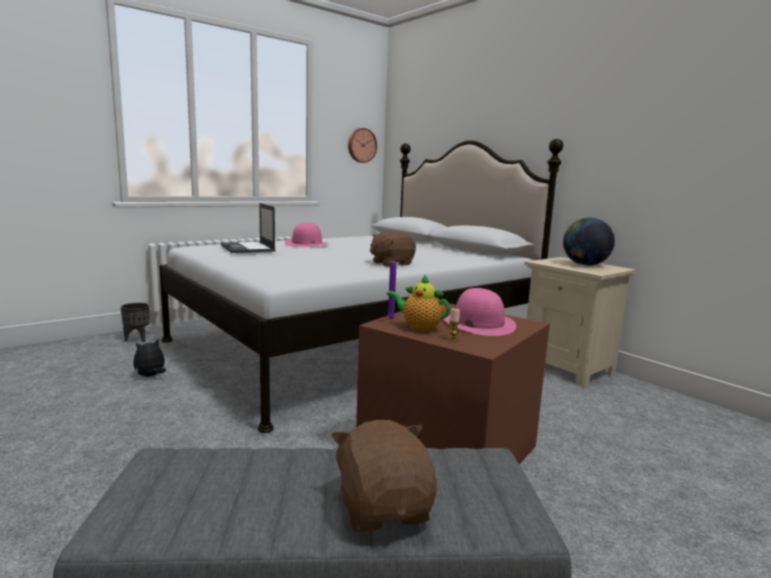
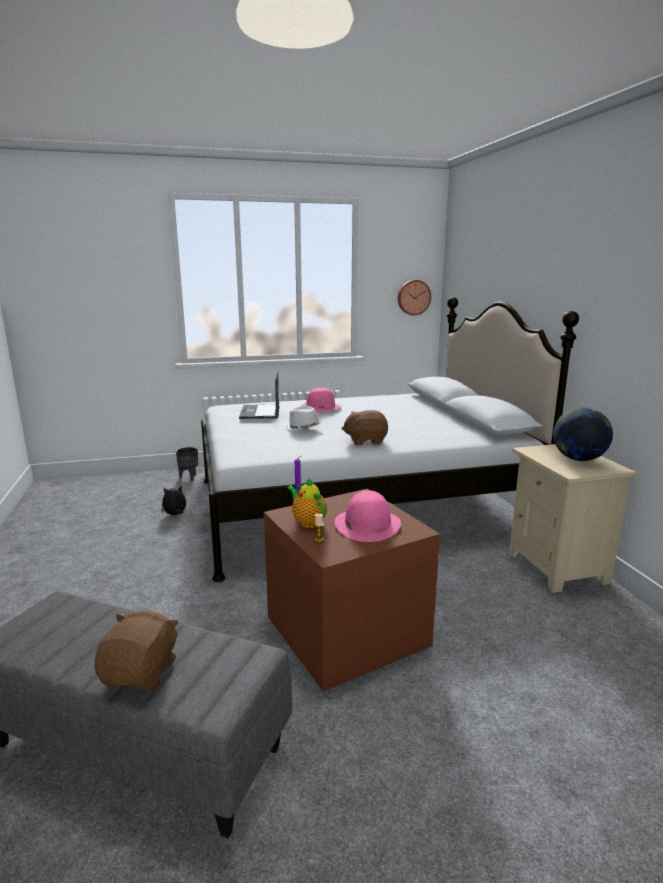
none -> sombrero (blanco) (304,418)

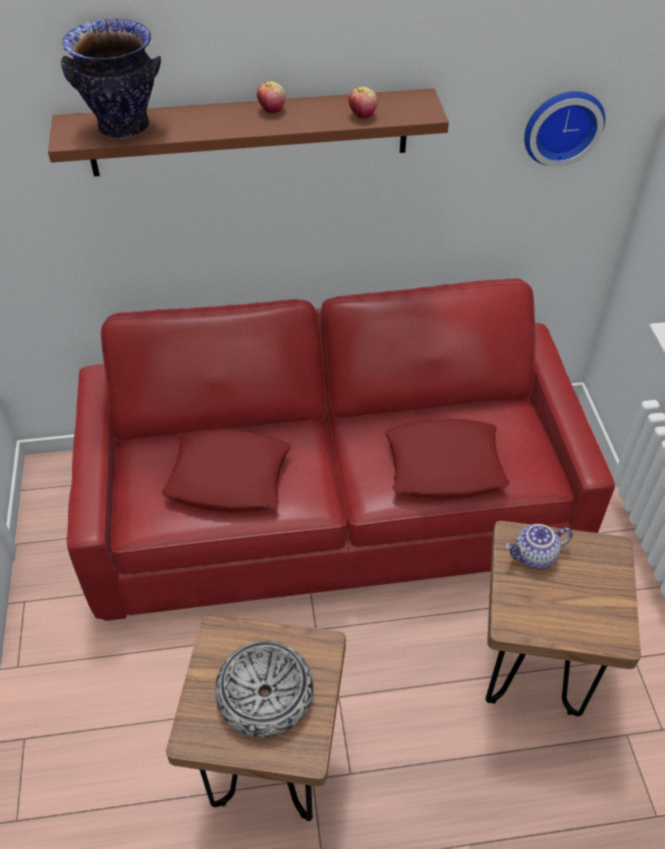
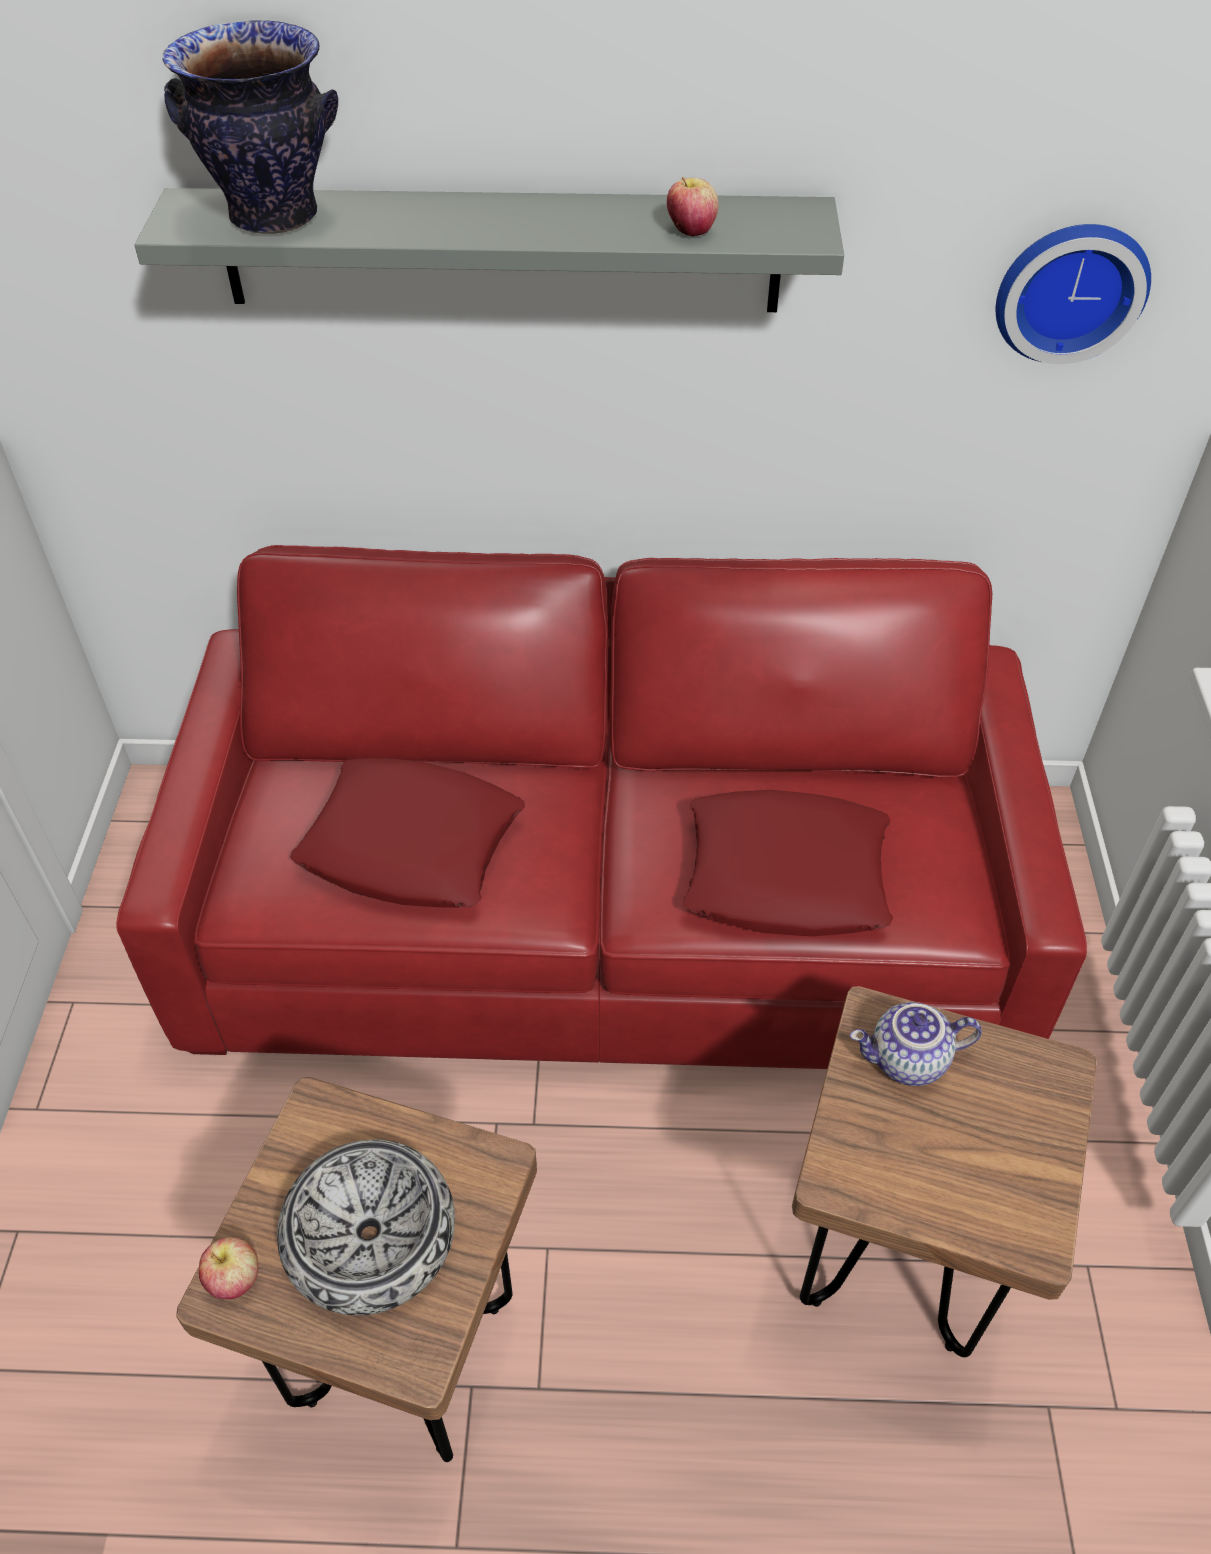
estante (marrón) (248,132) -> estante (gris) (489,250)
manzana (271,97) -> manzana (228,1268), relocated

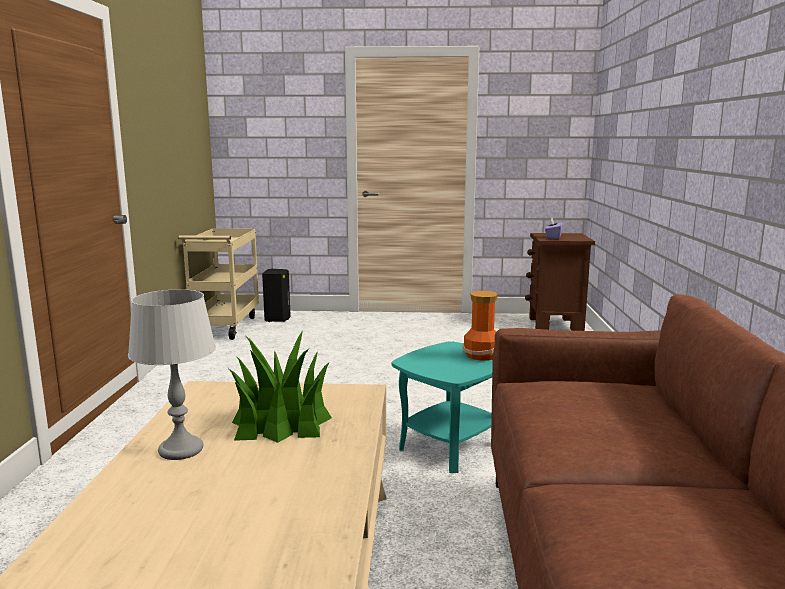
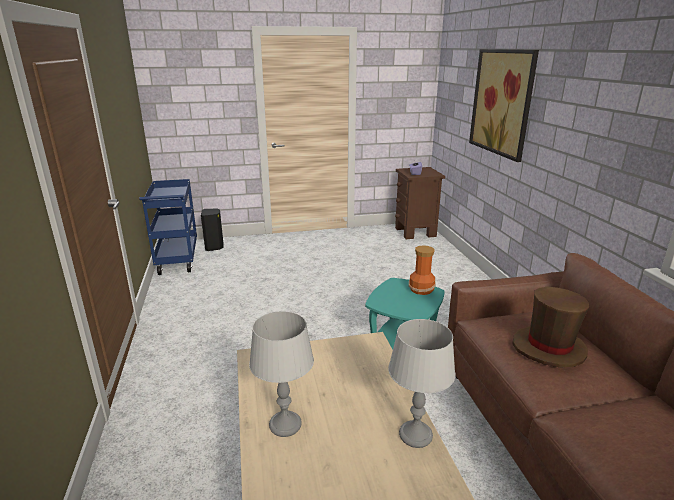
carrito (beis) (218,284) -> carrito (azul) (168,227)
none -> lámpara de mesa (gris) (421,383)
none -> cuadro (504,105)
none -> sombrero (marrón) (551,327)
planta en maceta (280,386) -> none

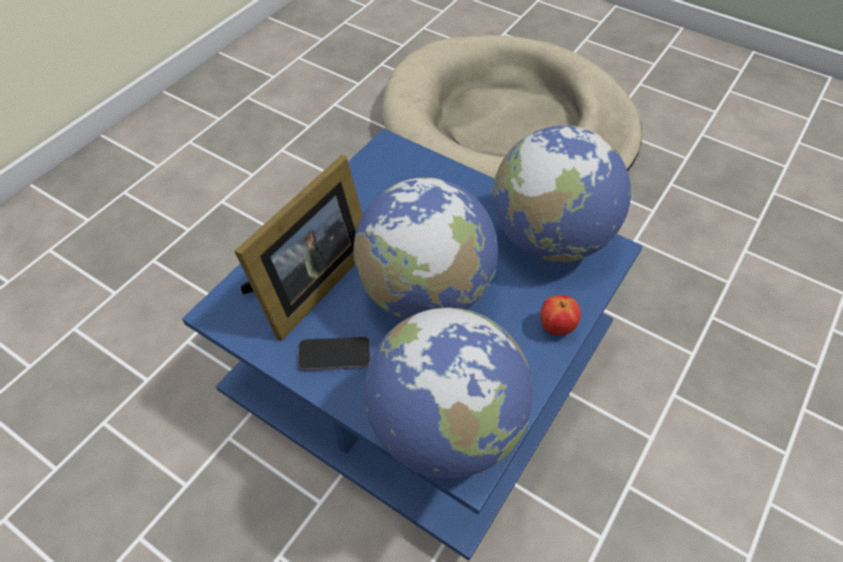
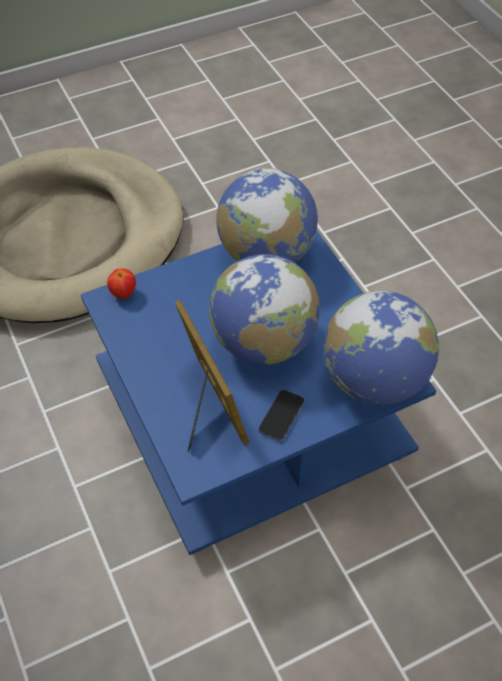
manzana (561,315) -> manzana (121,283), relocated

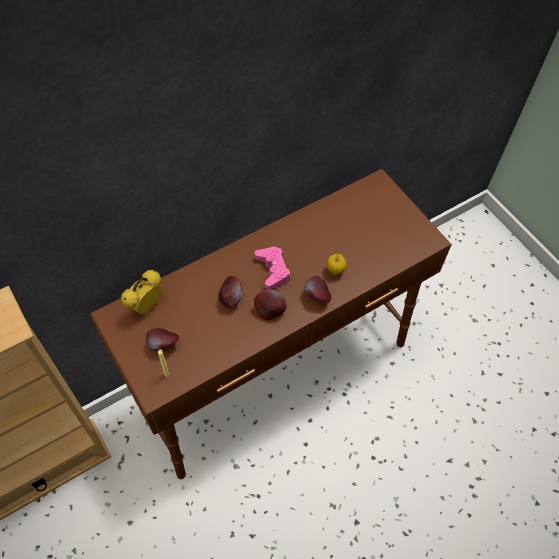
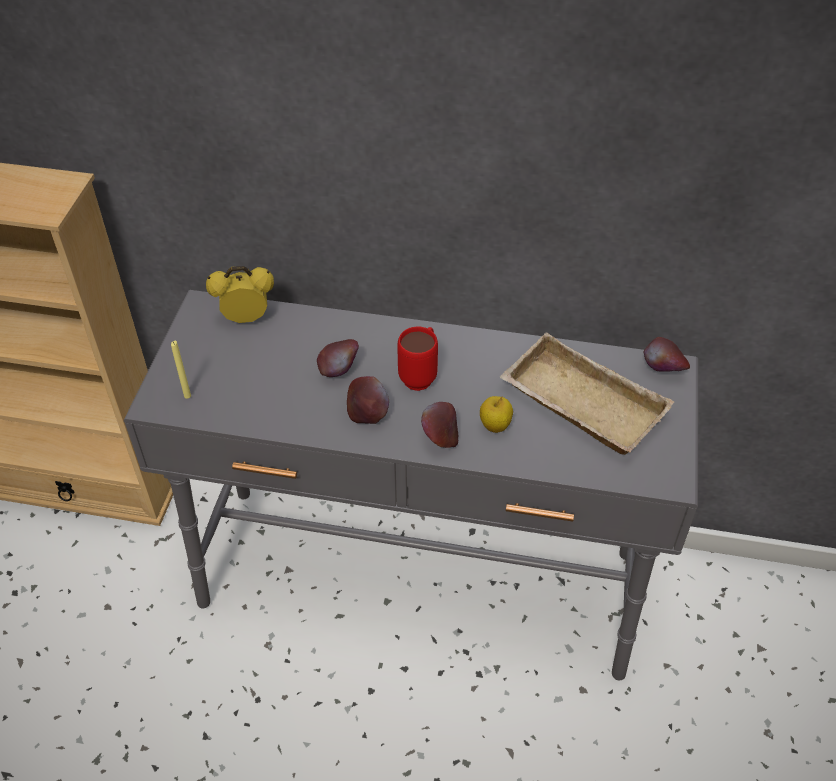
mesa consola (marrón) (271,324) -> mesa consola (gris) (411,485)
mando de consola (rosa) (273,268) -> taza grande (rojo) (418,359)
none -> bandeja (beis) (586,394)
manzana (162,339) -> manzana (667,354), relocated

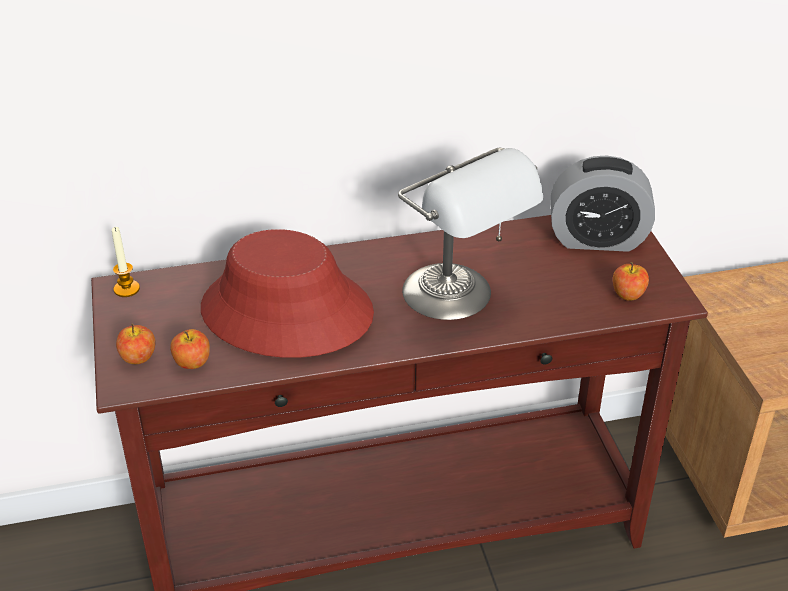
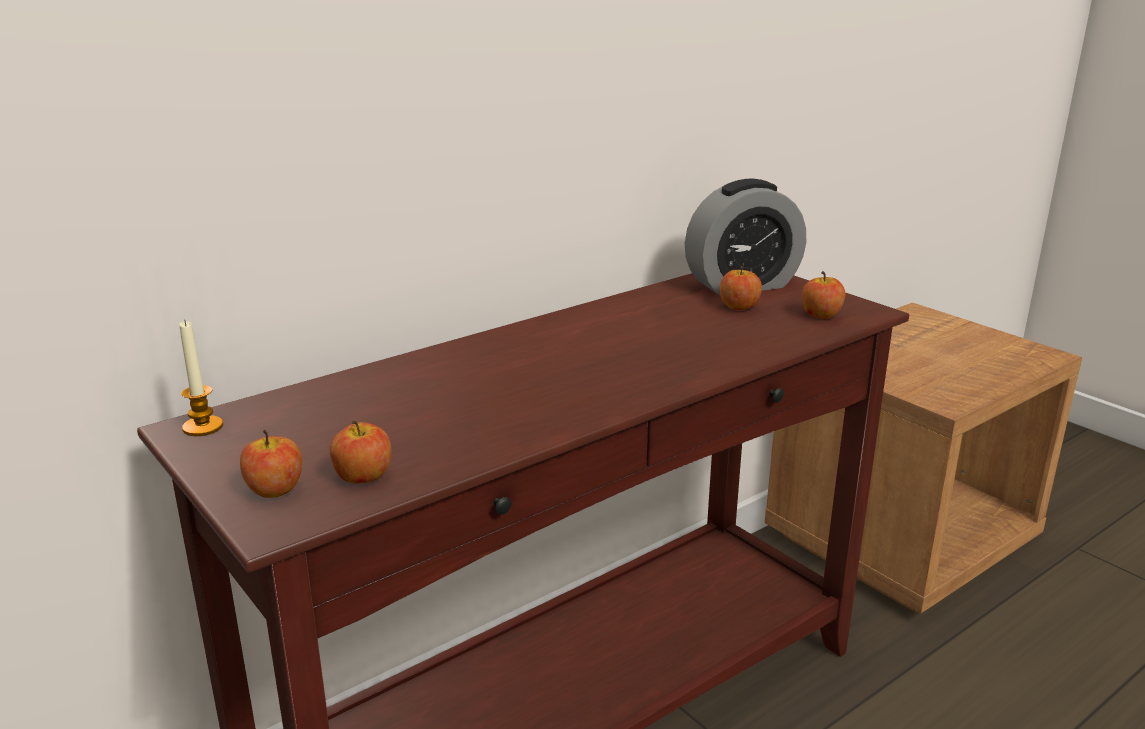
none -> manzana (741,286)
sombrero (rojo) (287,293) -> none
lámpara de mesa (blanco) (470,234) -> none

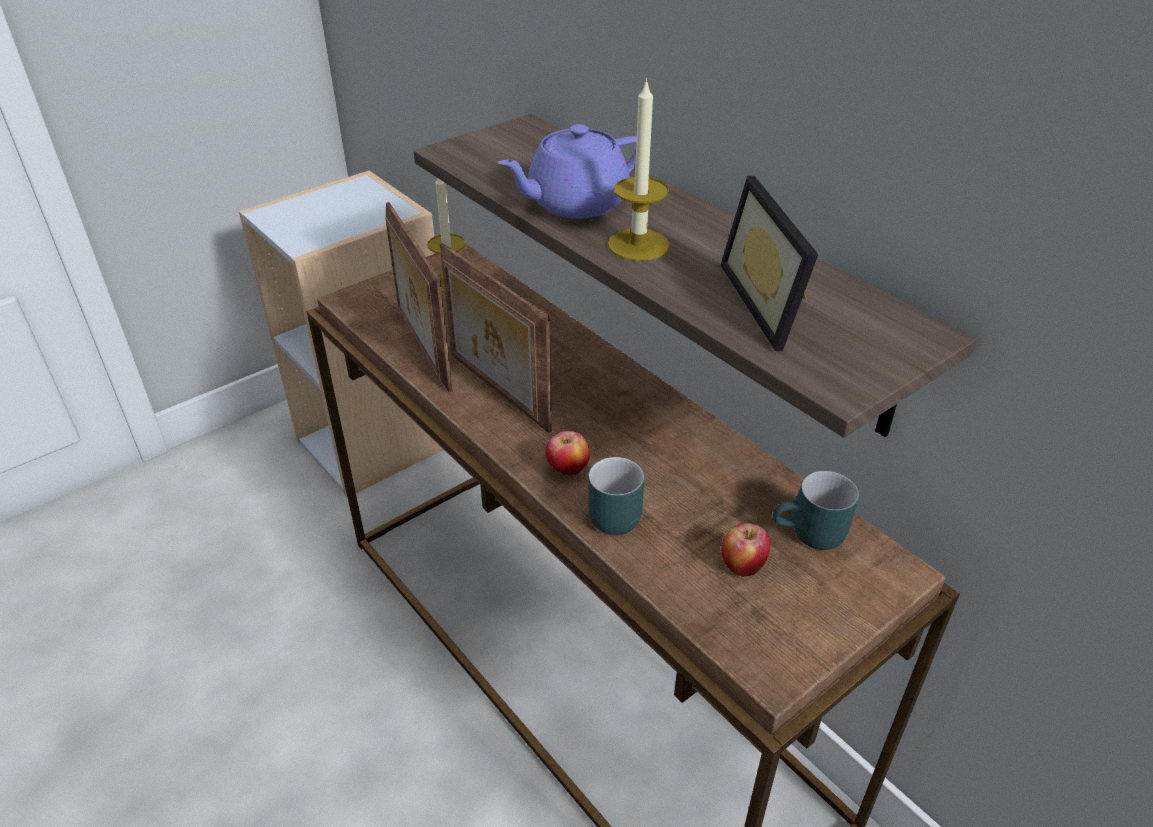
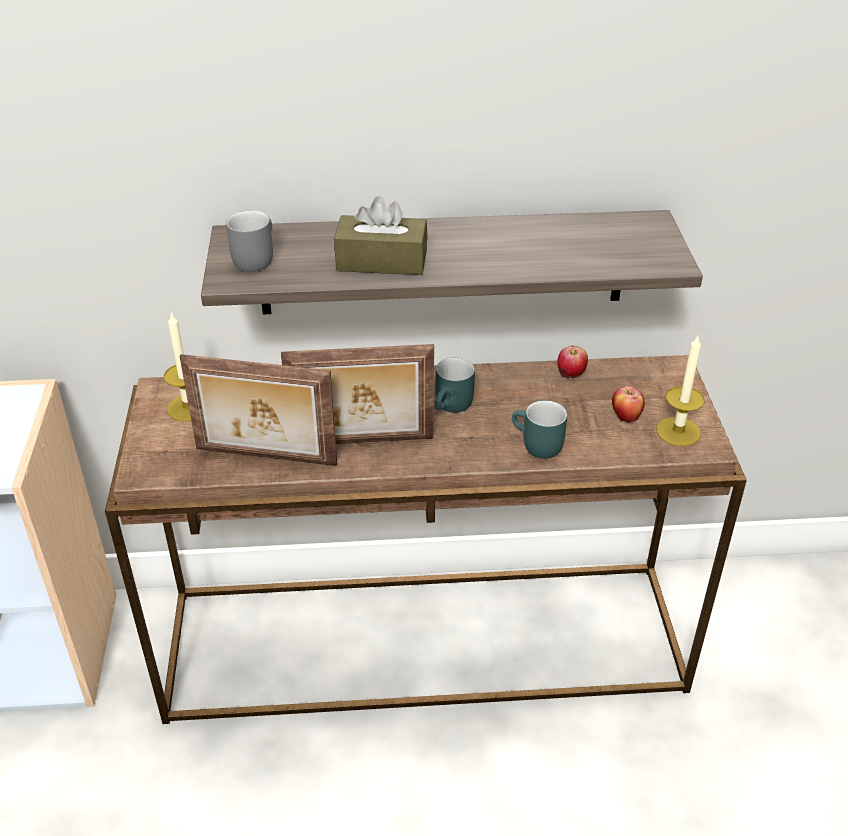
none -> taza grande (gris) (249,241)
tetera (morado) (567,171) -> caja de pañuelos (marrón) (381,235)
taza grande (turquesa) (816,510) -> taza grande (turquesa) (455,385), relocated
manzana (567,453) -> manzana (572,362), relocated
vela (639,169) -> vela (680,391), relocated
portarretratos (769,263) -> none

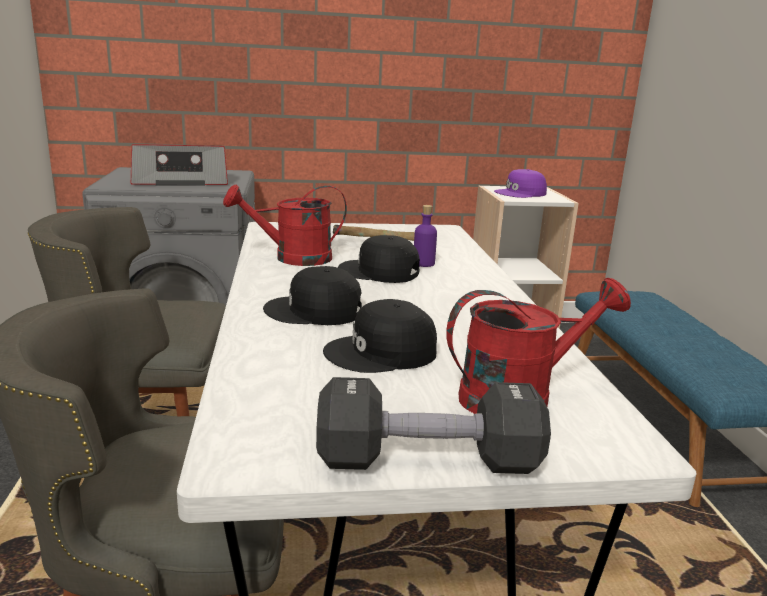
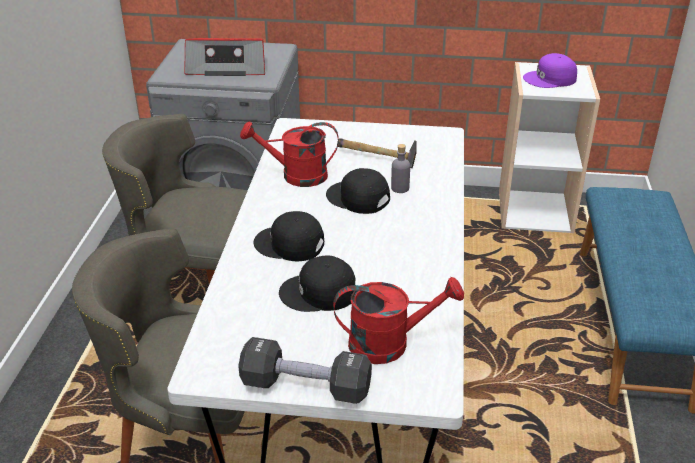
botella (morado) (425,236) -> botella (gris) (400,168)

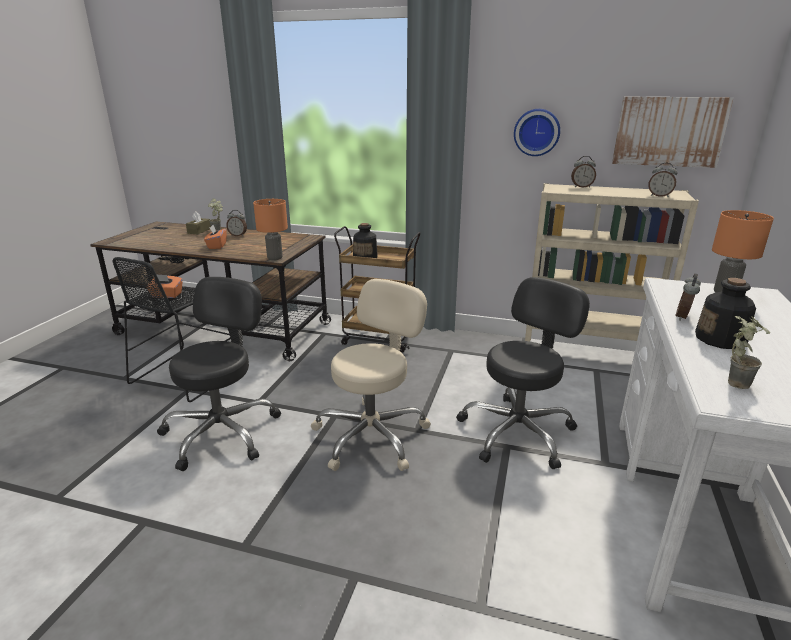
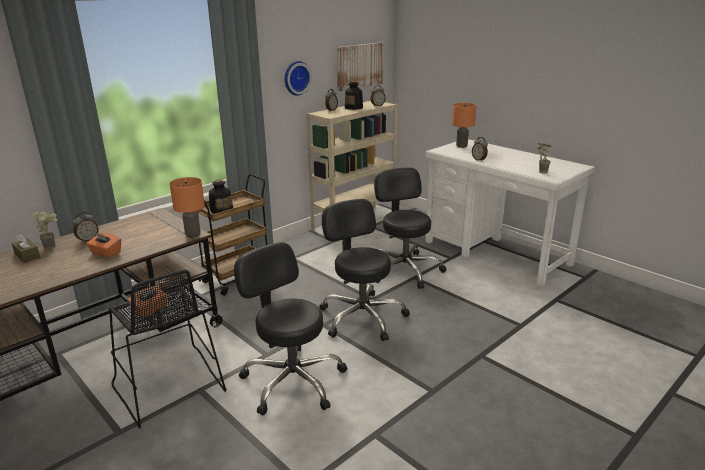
silla de oficina (beis) (371,375) -> silla de oficina (negro) (364,270)
botella (725,313) -> botella (354,95), relocated

